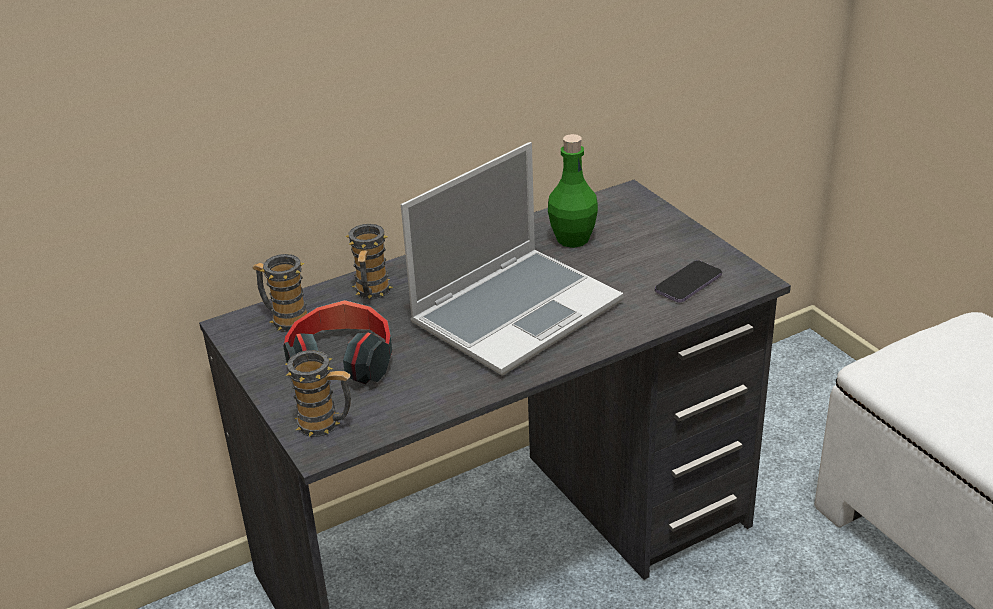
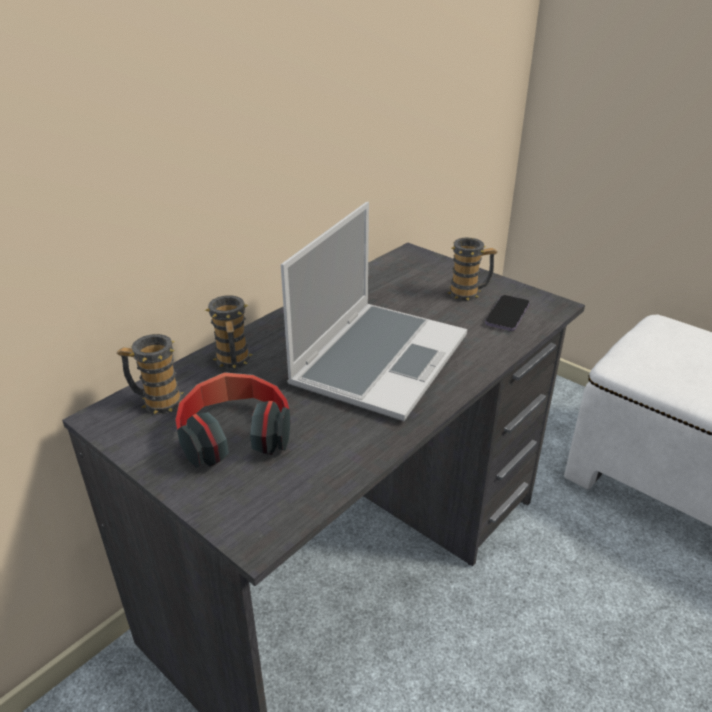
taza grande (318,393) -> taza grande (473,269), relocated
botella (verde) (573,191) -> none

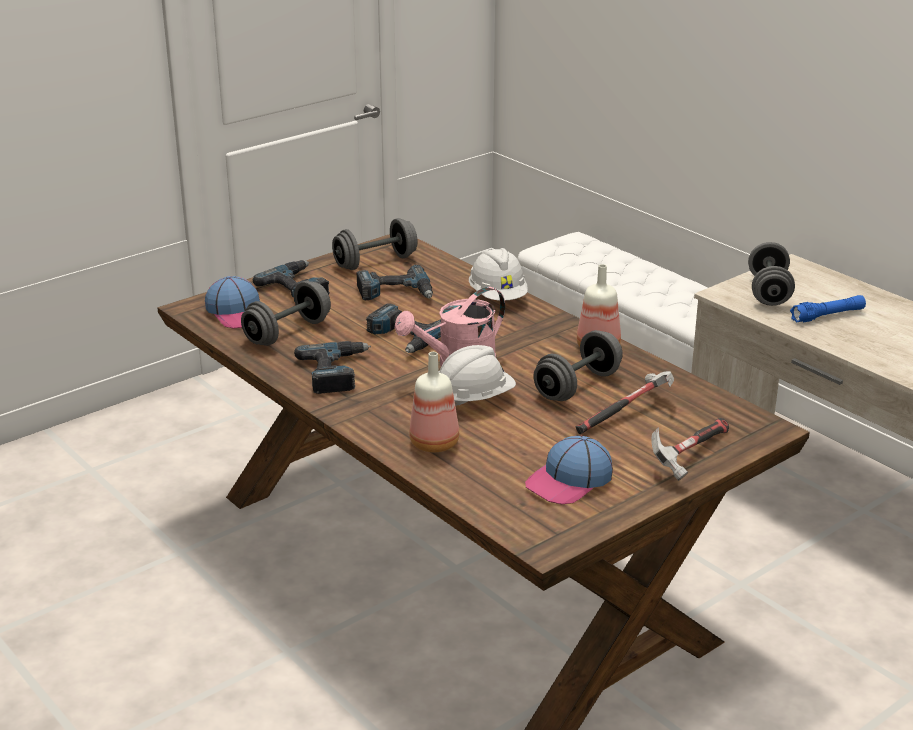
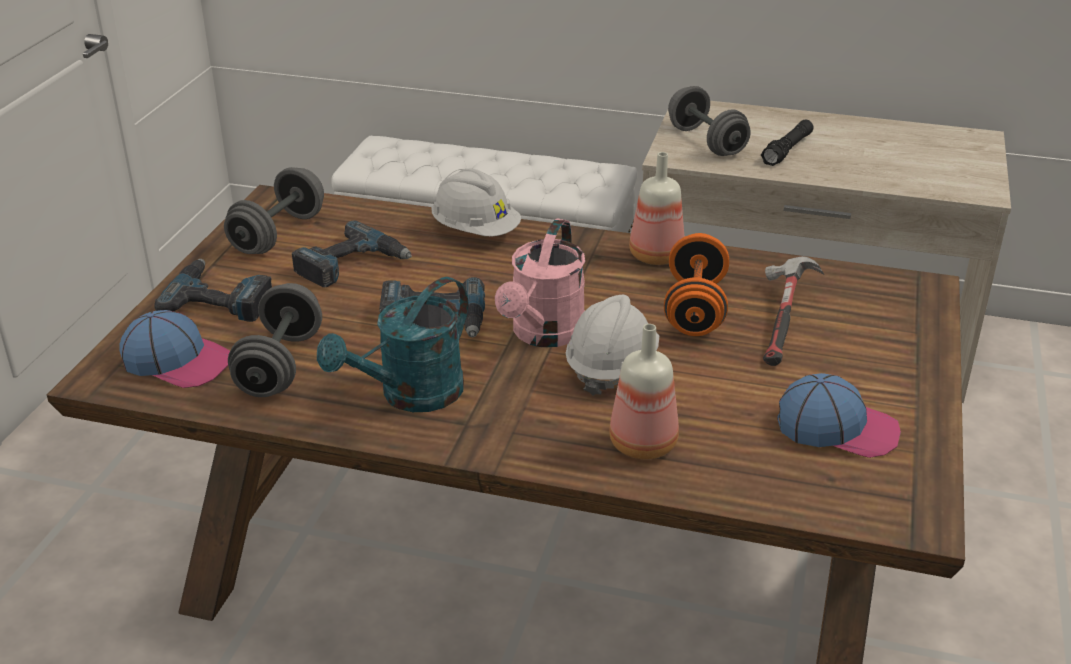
taladro (332,367) -> regadera (turquesa) (392,344)
mancuerna (gris) (578,365) -> mancuerna (naranja) (696,284)
linterna (azul) (828,309) -> linterna (negro) (787,143)
gorra (569,469) -> gorra (839,415), 90 degrees counterclockwise
martillo (690,449) -> none

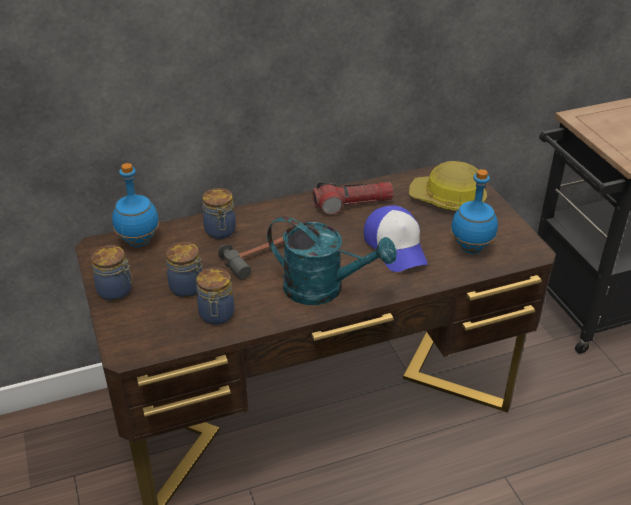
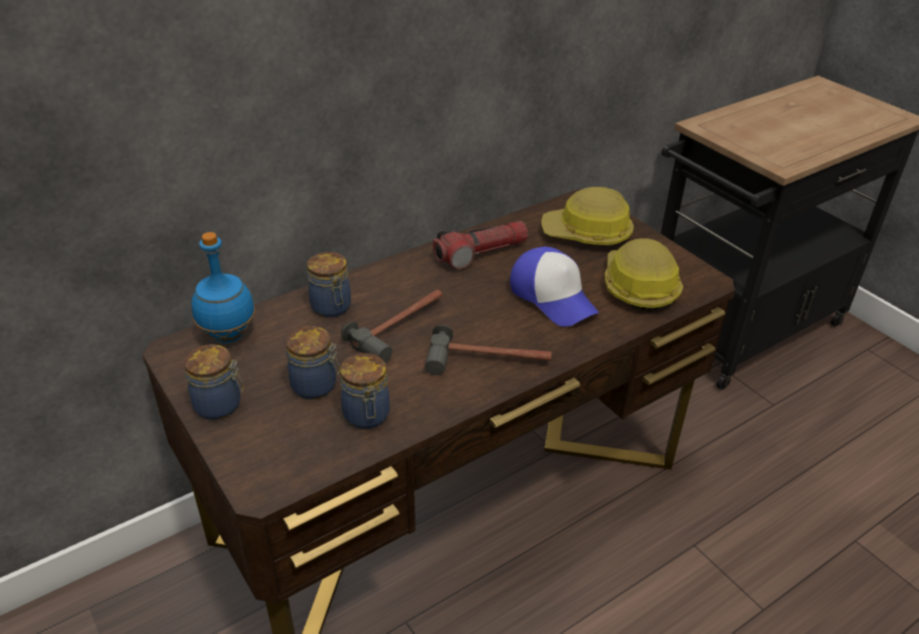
regadera (turquesa) (332,260) -> martillo (488,350)
botella (azul) (474,211) -> casco (644,275)

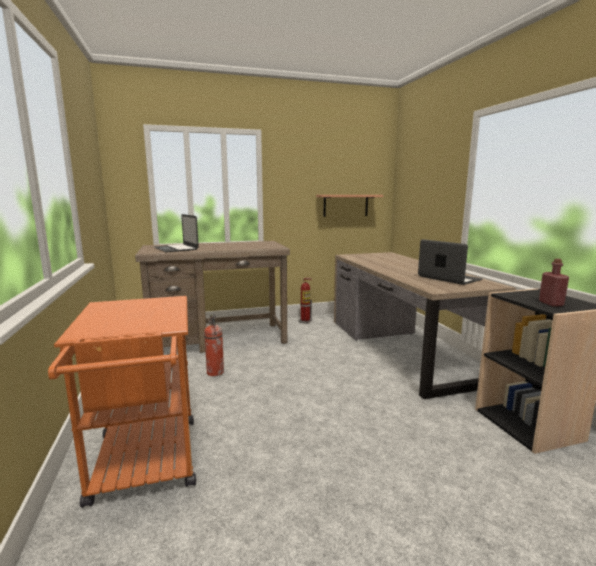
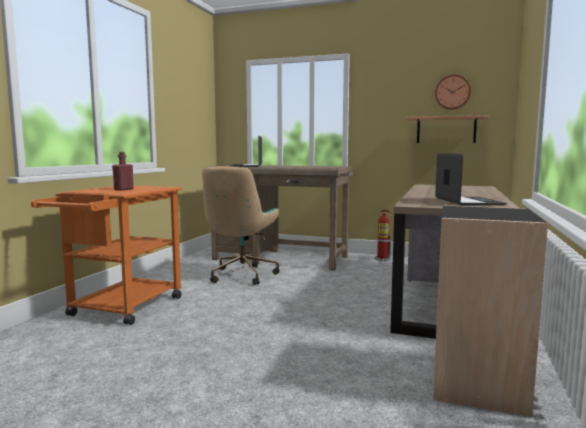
botella (rojo) (554,282) -> botella (rojo) (123,171), relocated
extintor (214,345) -> silla de oficina (turquesa) (241,225)
none -> reloj de pared (453,92)

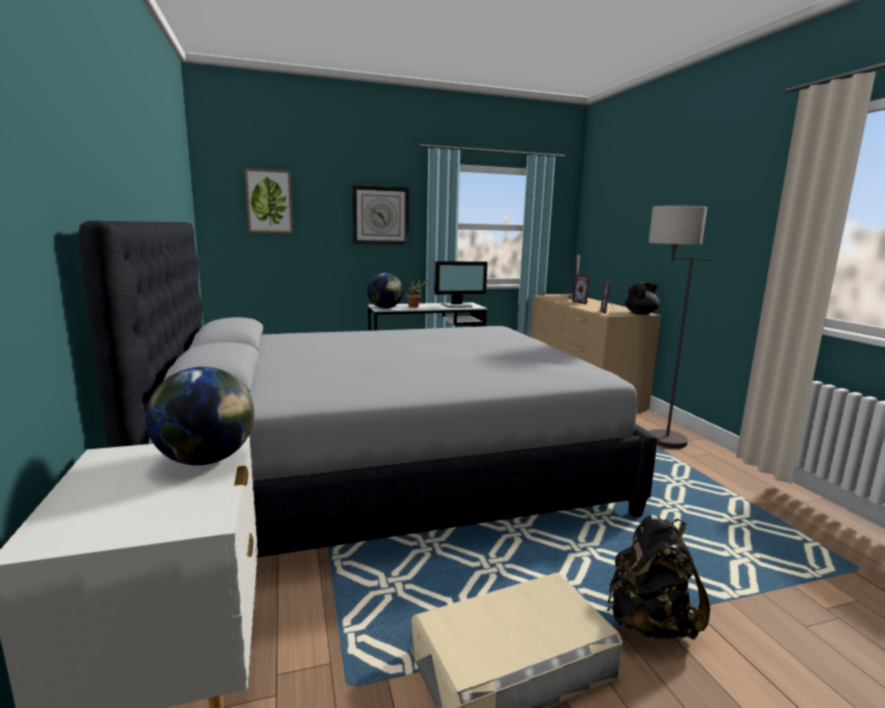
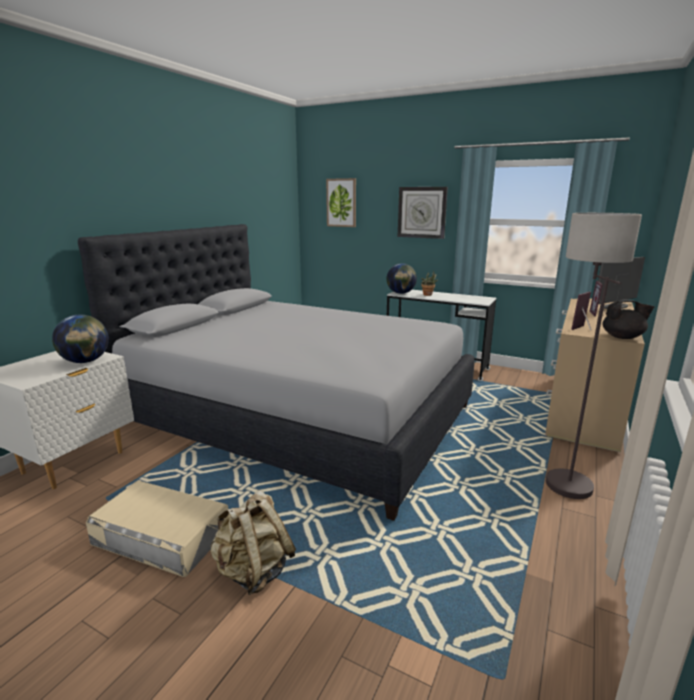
mochila (negro) (658,577) -> mochila (beis) (253,542)
monitor (461,284) -> none

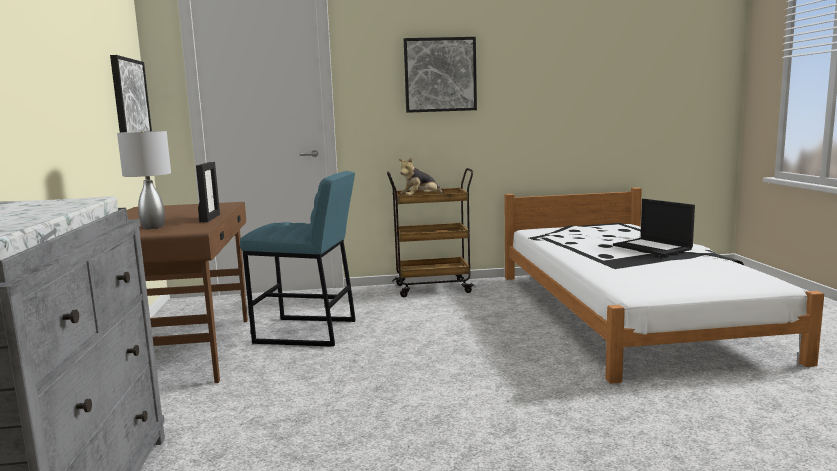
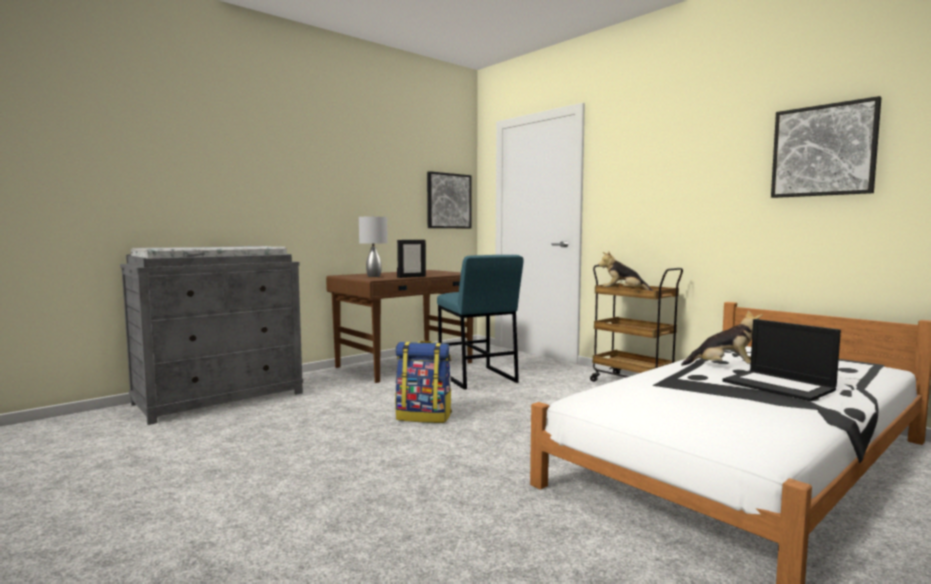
none -> mochila (423,382)
none -> peluche (722,338)
portátil (654,227) -> portátil (781,360), 60 degrees counterclockwise
cuadro (440,75) -> cuadro (826,147), relocated

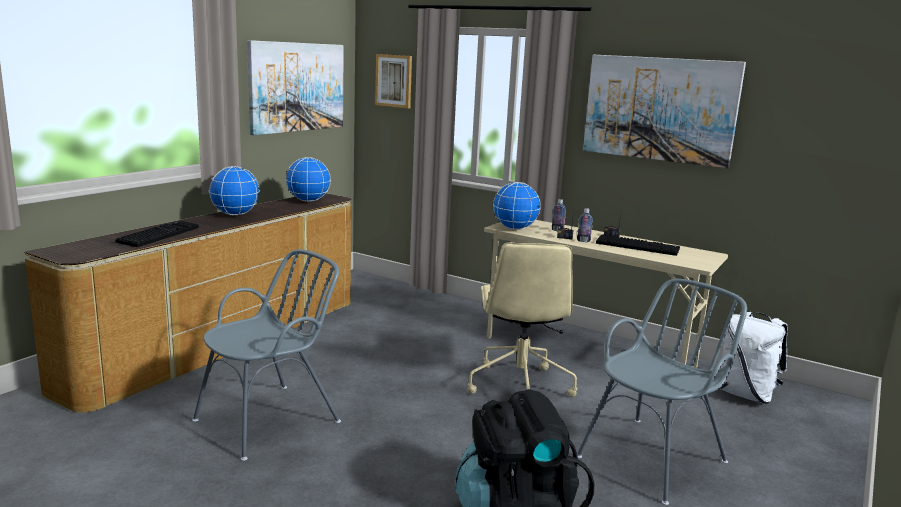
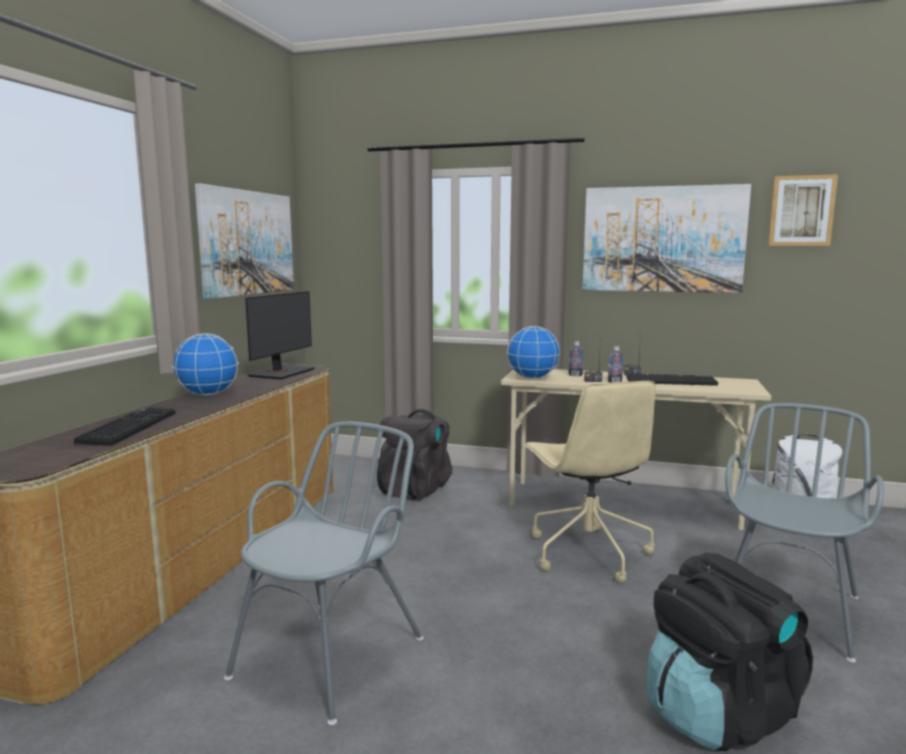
globo terráqueo (308,179) -> monitor (280,335)
none -> mochila (negro) (414,455)
cuadro (393,81) -> cuadro (803,210), relocated

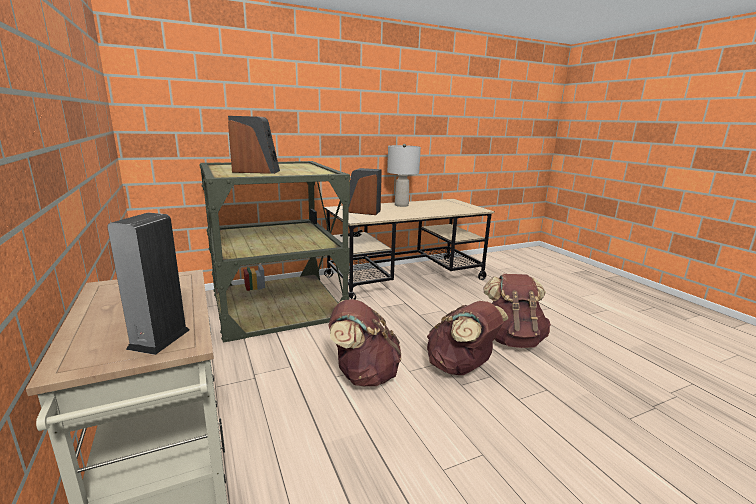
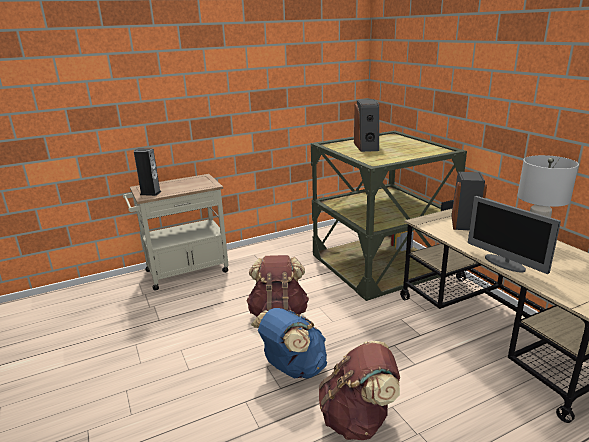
mochila (marrón) (467,338) -> mochila (azul) (289,343)
none -> monitor (514,235)

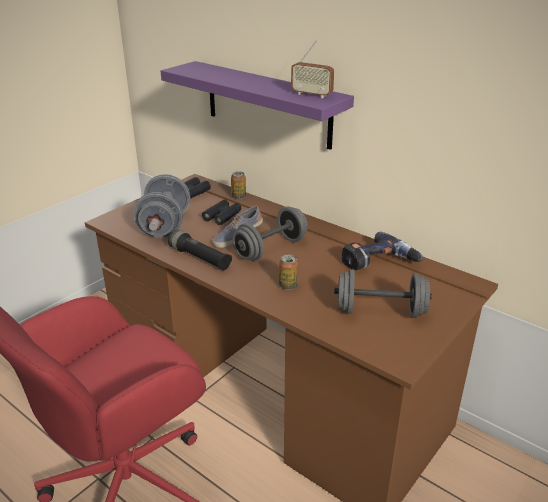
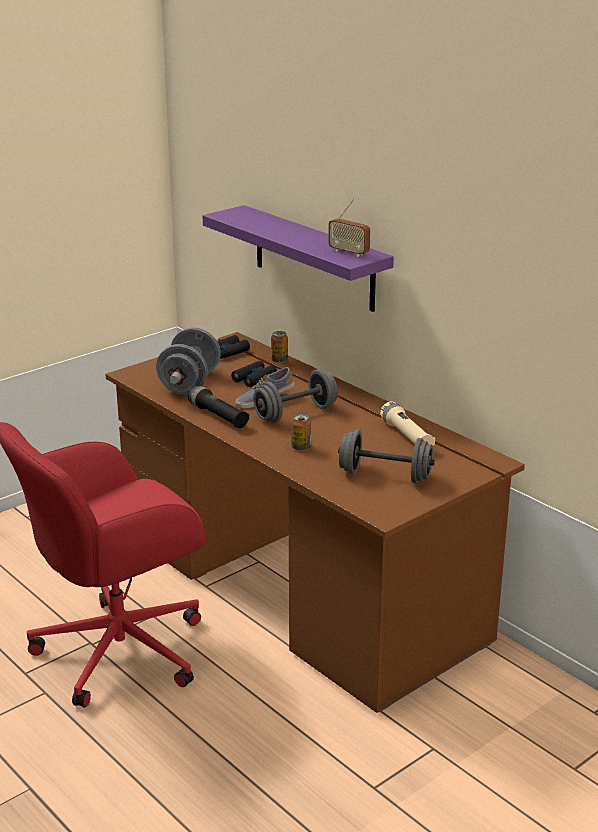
taladro (382,251) -> linterna (beis) (407,423)

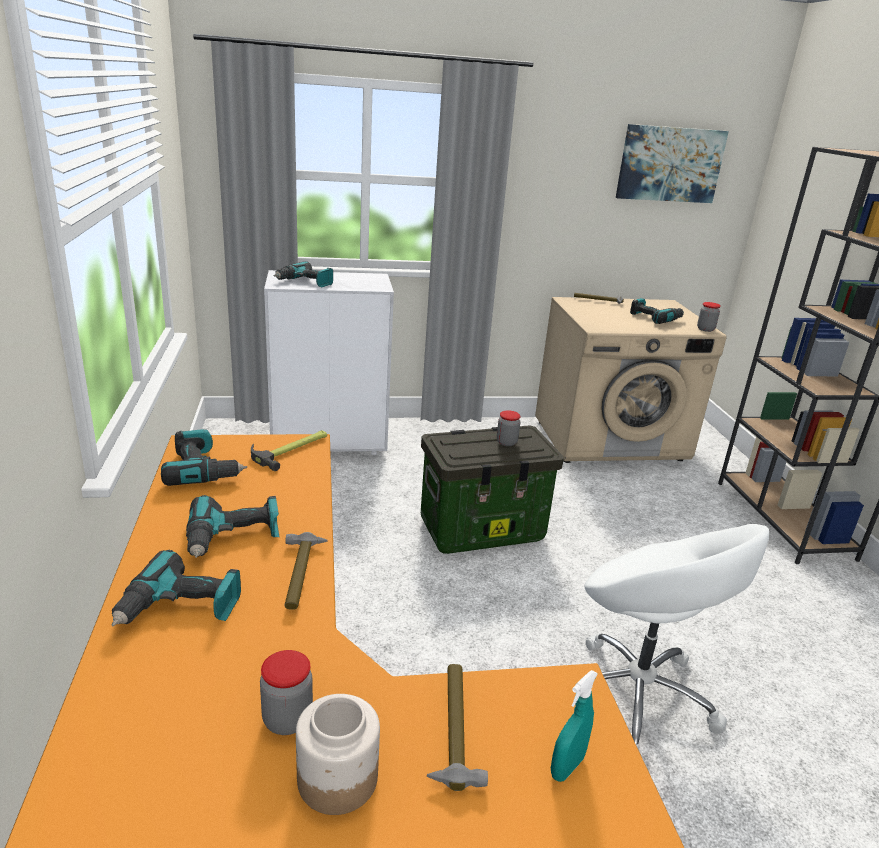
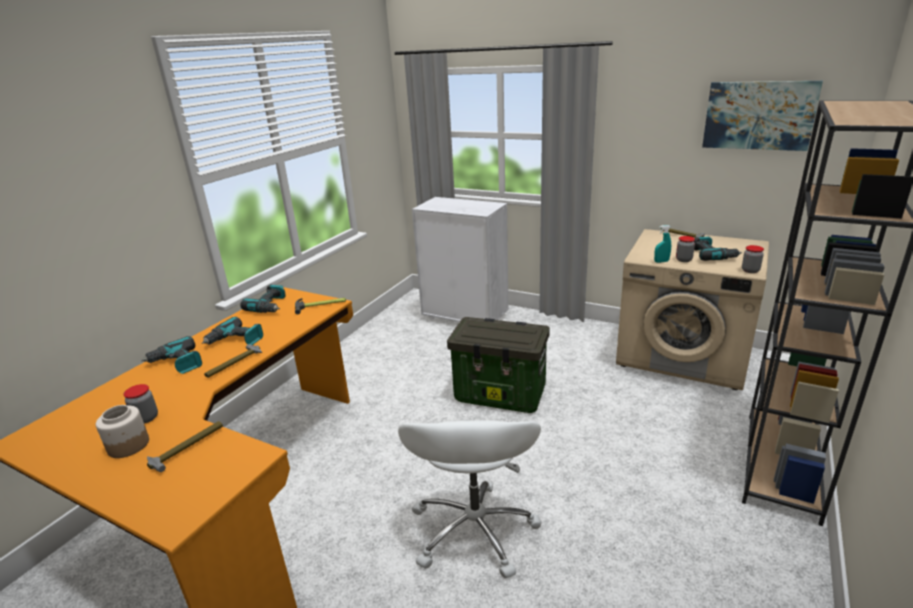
pulverizador (turquesa) (574,726) -> pulverizador (turquesa) (662,244), relocated
tarro (509,428) -> tarro (685,249), relocated
taladro (303,274) -> none

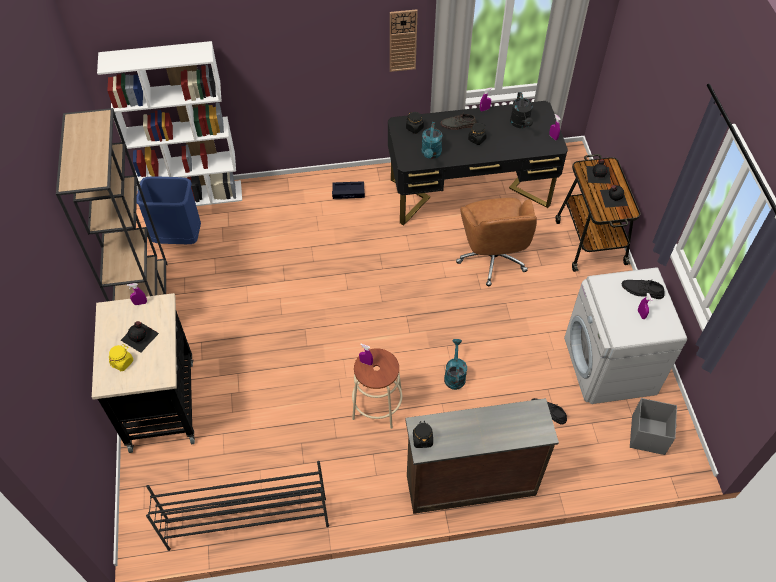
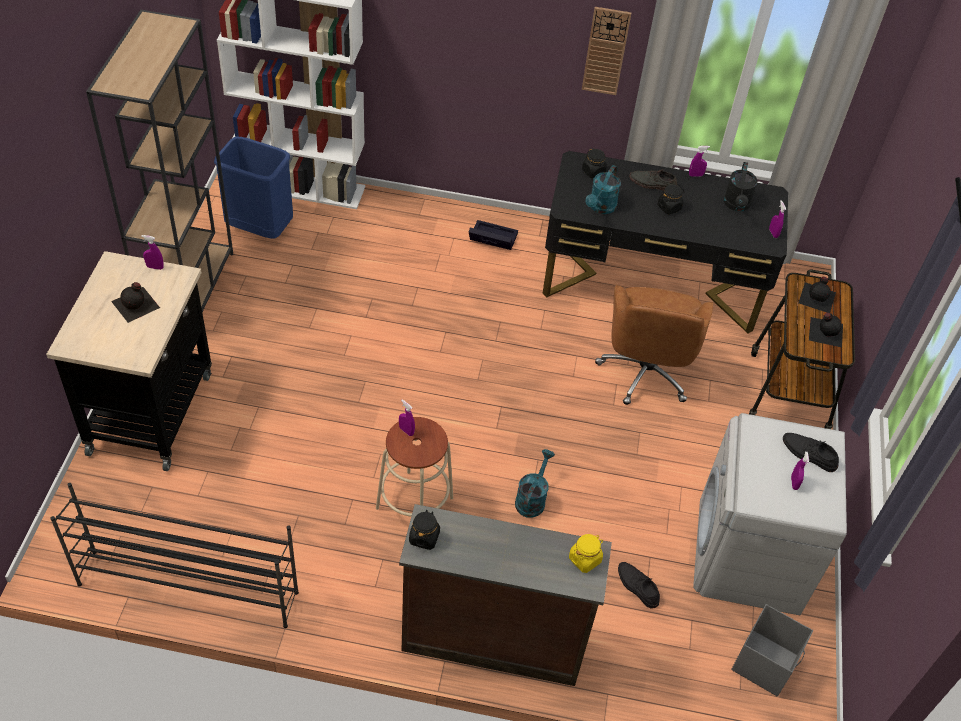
tarro (amarillo) (121,357) -> tarro (amarillo) (586,553), relocated

